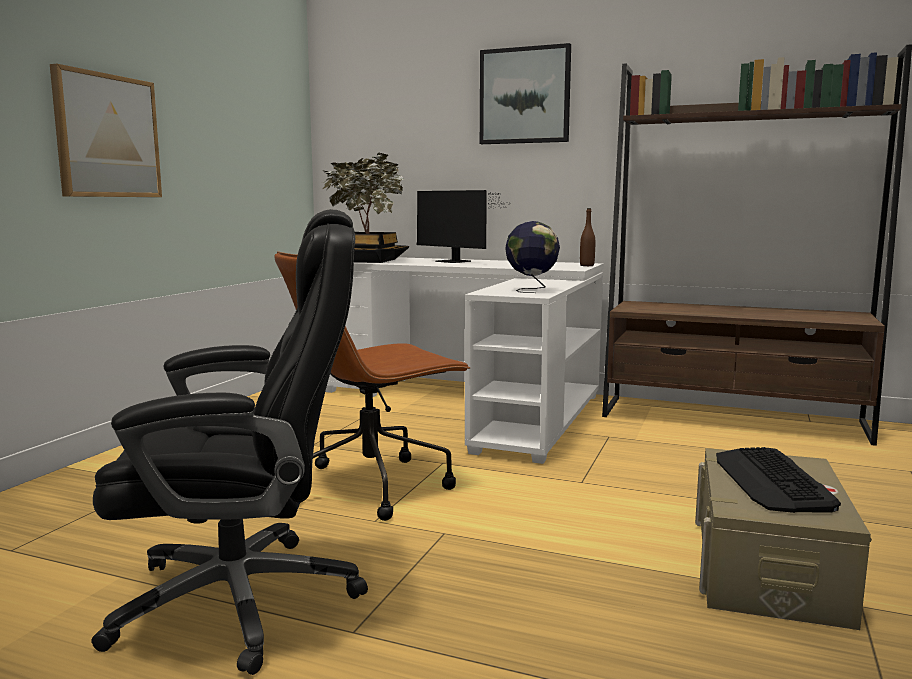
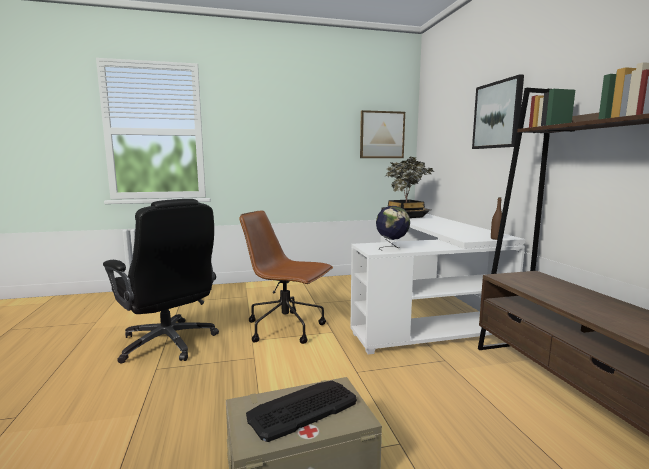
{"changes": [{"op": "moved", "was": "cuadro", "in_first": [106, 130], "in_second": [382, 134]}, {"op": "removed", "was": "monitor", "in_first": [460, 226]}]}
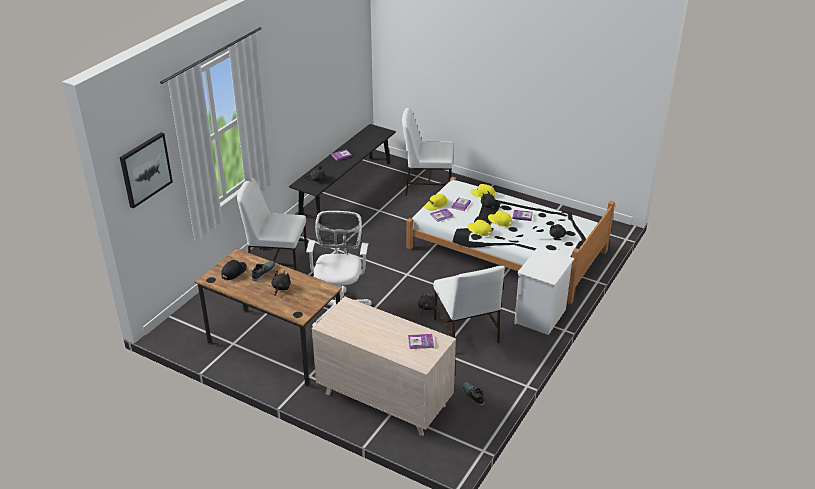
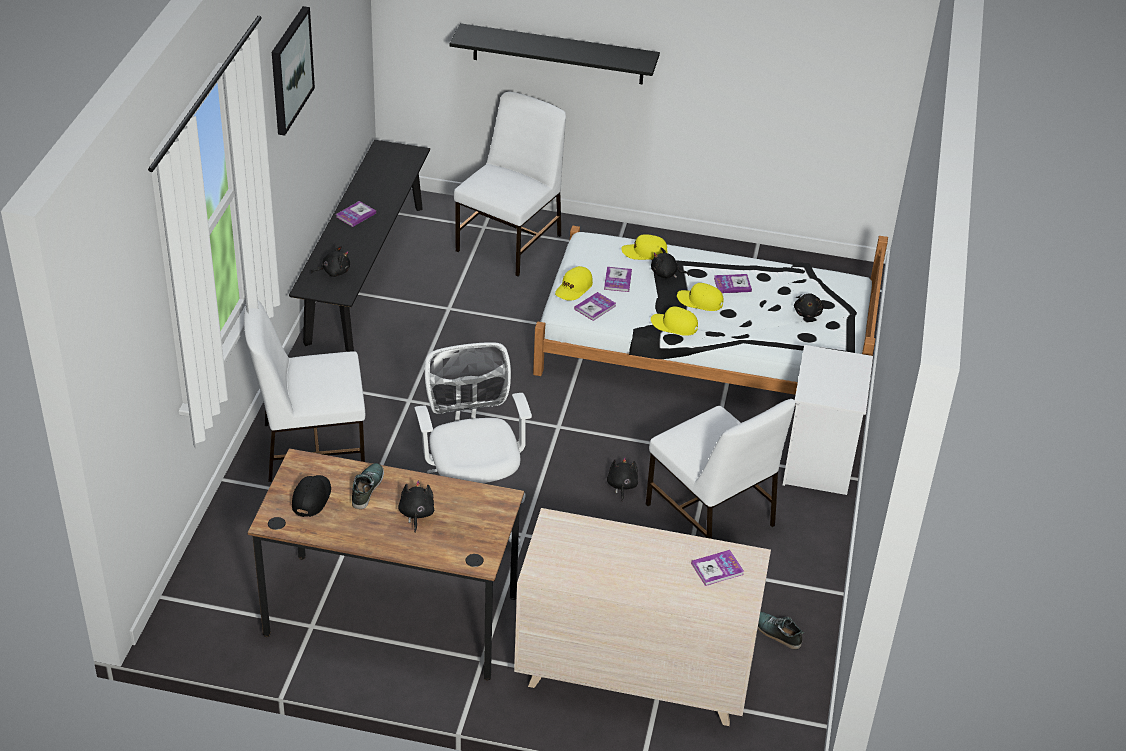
{"changes": [{"op": "moved", "was": "cuadro", "in_first": [146, 170], "in_second": [293, 71]}, {"op": "added", "now": "estante (negro)", "in_second": [555, 53]}, {"op": "turned", "was": "silla (blanco)", "in_first": [428, 151], "in_second": [510, 183], "clockwise": 135}]}
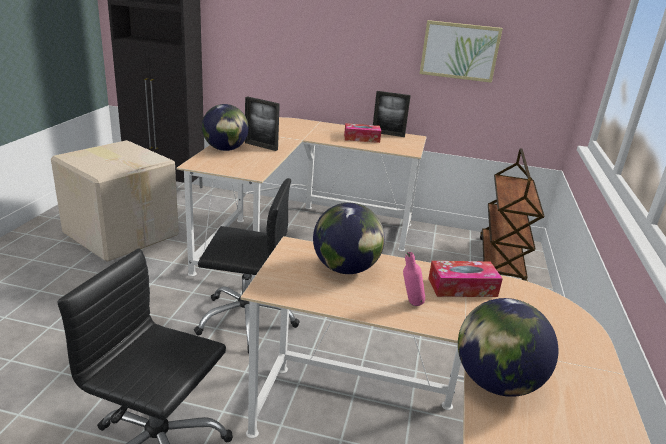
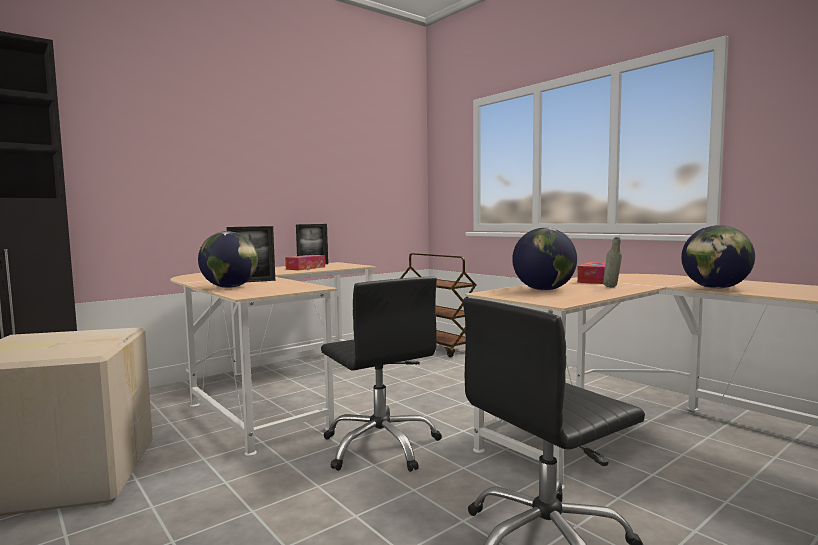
{"changes": [{"op": "turned", "was": "silla de oficina (negro)", "in_first": [246, 266], "in_second": [381, 374], "clockwise": 105}, {"op": "recoloured", "was": "botella (rosa)", "now": "botella (gris)", "in_first": [414, 279], "in_second": [612, 262]}, {"op": "removed", "was": "cuadro", "in_first": [461, 51]}]}
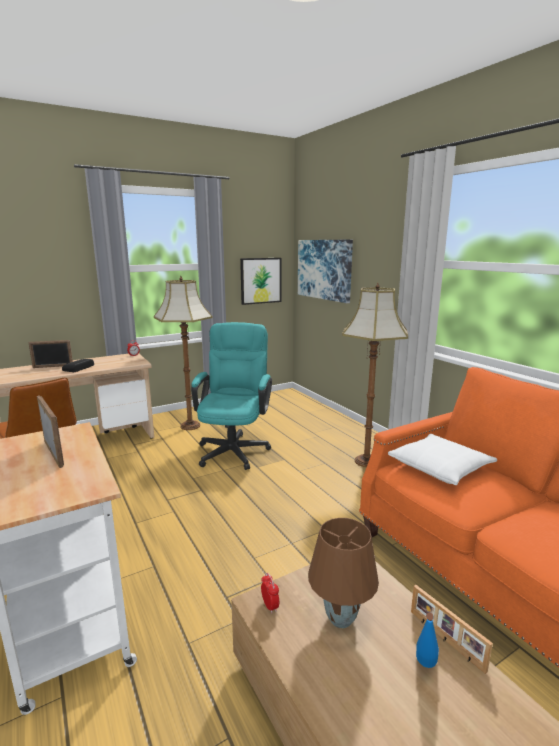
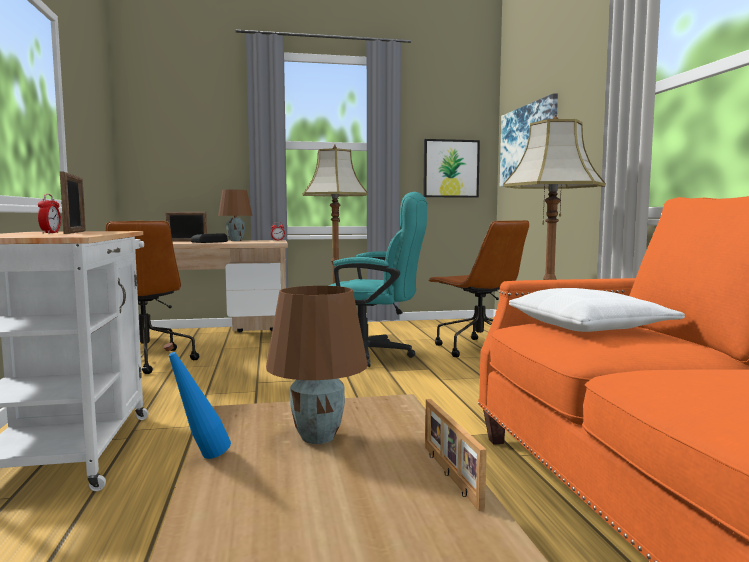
{"changes": [{"op": "moved", "was": "despertador", "in_first": [270, 593], "in_second": [49, 214]}, {"op": "moved", "was": "botella (azul)", "in_first": [427, 640], "in_second": [197, 401]}, {"op": "added", "now": "lámpara de mesa (marrón)", "in_second": [235, 215]}, {"op": "turned", "was": "silla de oficina (turquesa)", "in_first": [231, 396], "in_second": [378, 279], "clockwise": 75}, {"op": "added", "now": "silla de oficina (marrón)", "in_second": [478, 288]}]}
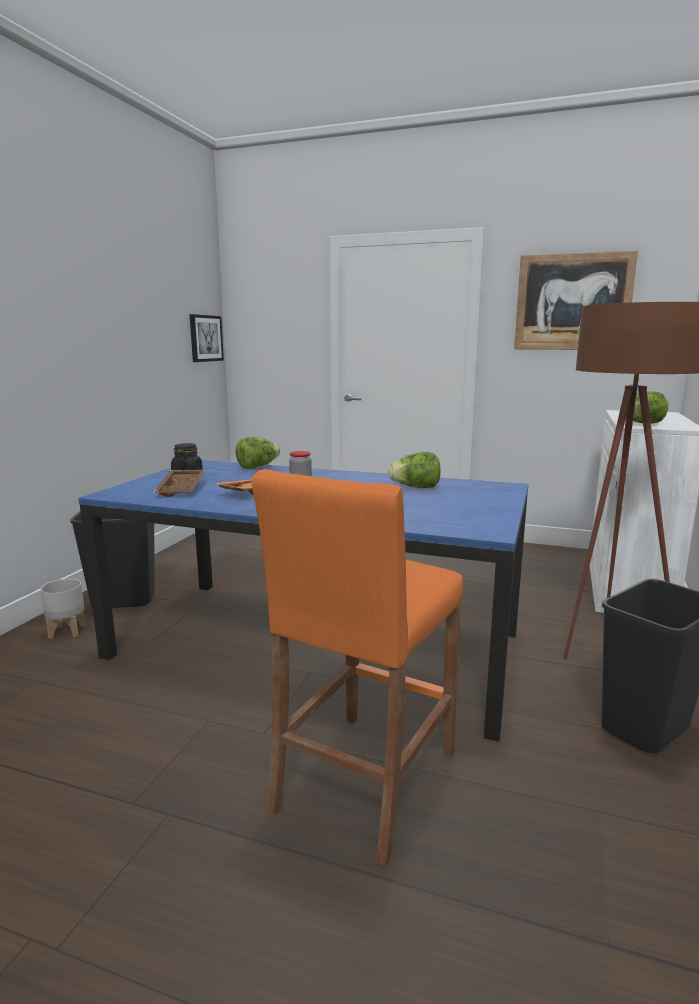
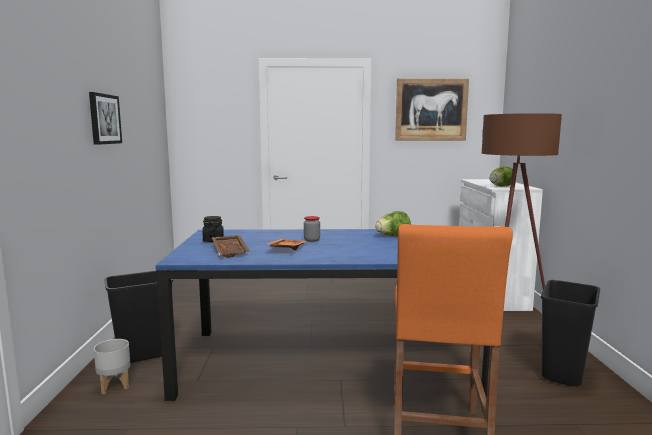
{"changes": [{"op": "moved", "was": "cuadro", "in_first": [207, 338], "in_second": [105, 118]}, {"op": "removed", "was": "lechuga", "in_first": [258, 453]}]}
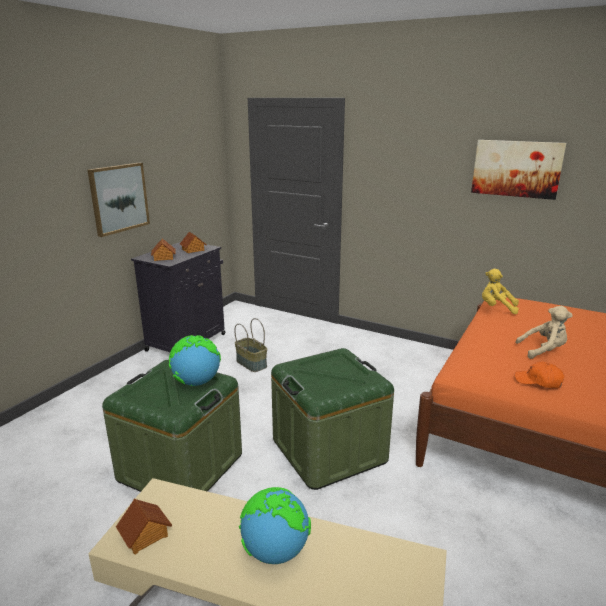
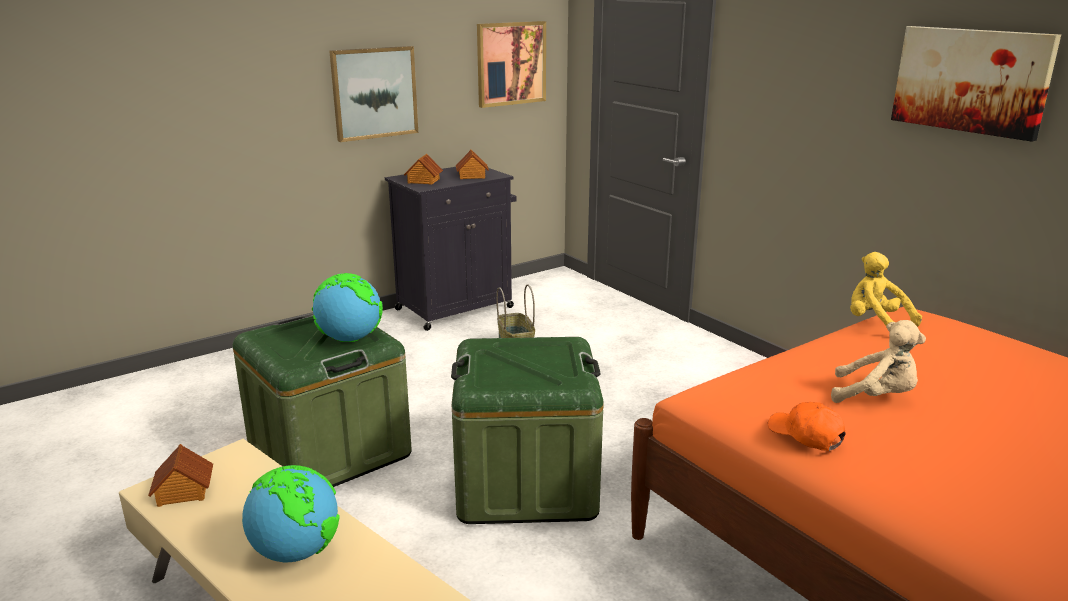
{"changes": [{"op": "added", "now": "cuadro", "in_second": [511, 64]}]}
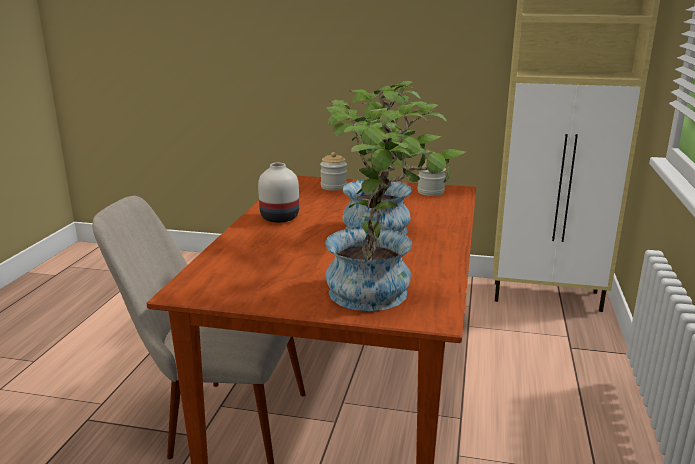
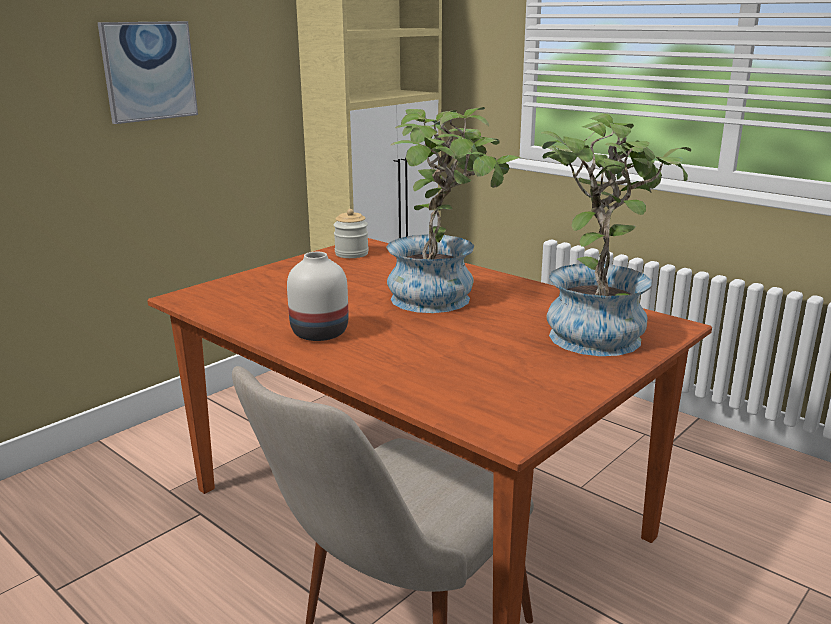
{"changes": [{"op": "added", "now": "cuadro", "in_second": [147, 72]}, {"op": "removed", "was": "tarro", "in_first": [333, 171]}]}
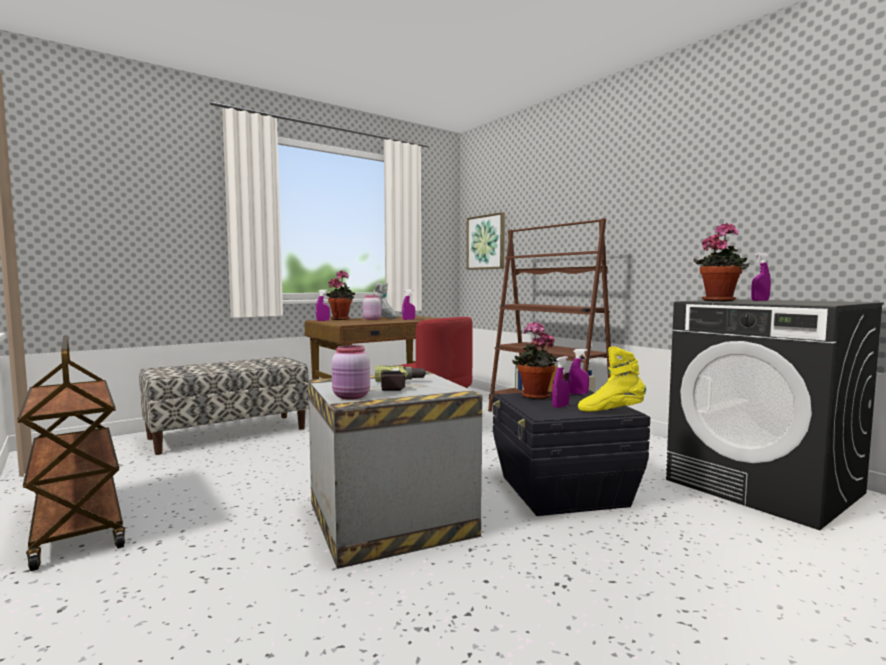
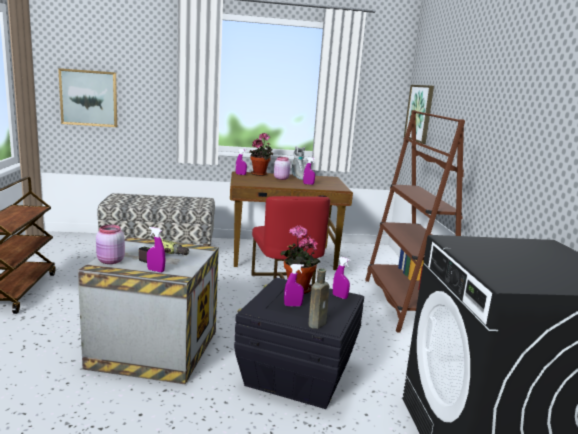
{"changes": [{"op": "added", "now": "cuadro", "in_second": [87, 97]}, {"op": "moved", "was": "pulverizador (morado)", "in_first": [761, 277], "in_second": [156, 249]}, {"op": "replaced", "was": "bota (amarillo)", "now": "botella (marrón)", "in_first": [612, 379], "in_second": [319, 298]}, {"op": "removed", "was": "planta en maceta", "in_first": [721, 261]}]}
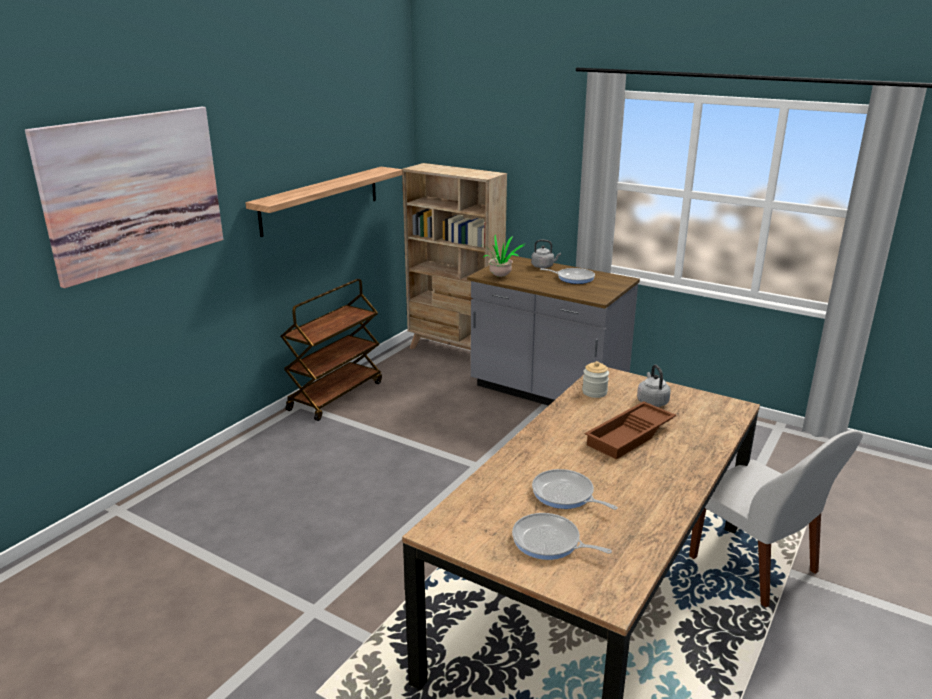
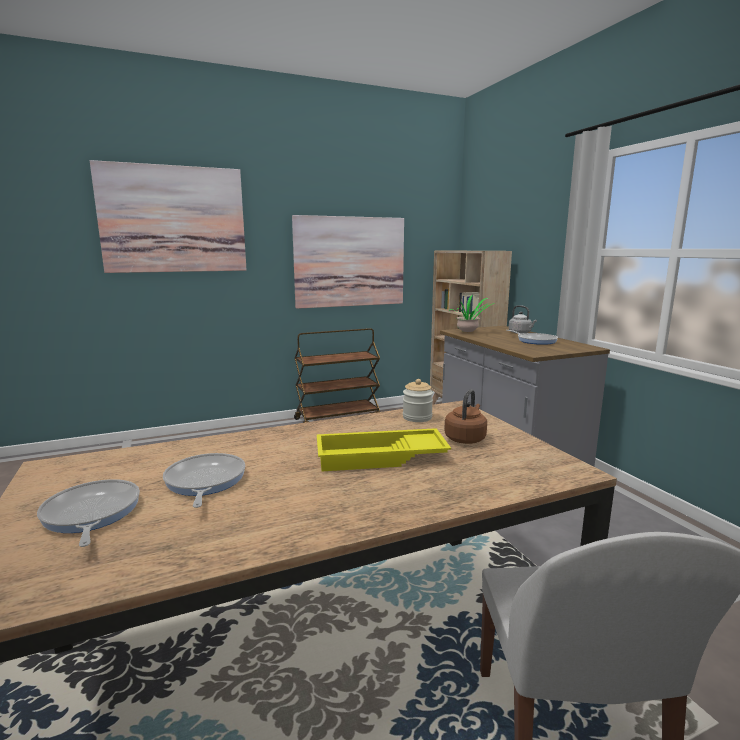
{"changes": [{"op": "replaced", "was": "estante", "now": "cuadro", "in_first": [324, 202], "in_second": [348, 262]}, {"op": "recoloured", "was": "bandeja (marrón)", "now": "bandeja (amarillo)", "in_first": [630, 430], "in_second": [384, 449]}, {"op": "recoloured", "was": "hervidor (gris)", "now": "hervidor (marrón)", "in_first": [654, 386], "in_second": [465, 416]}]}
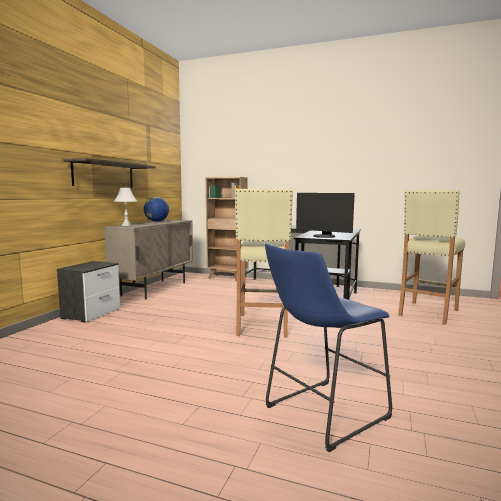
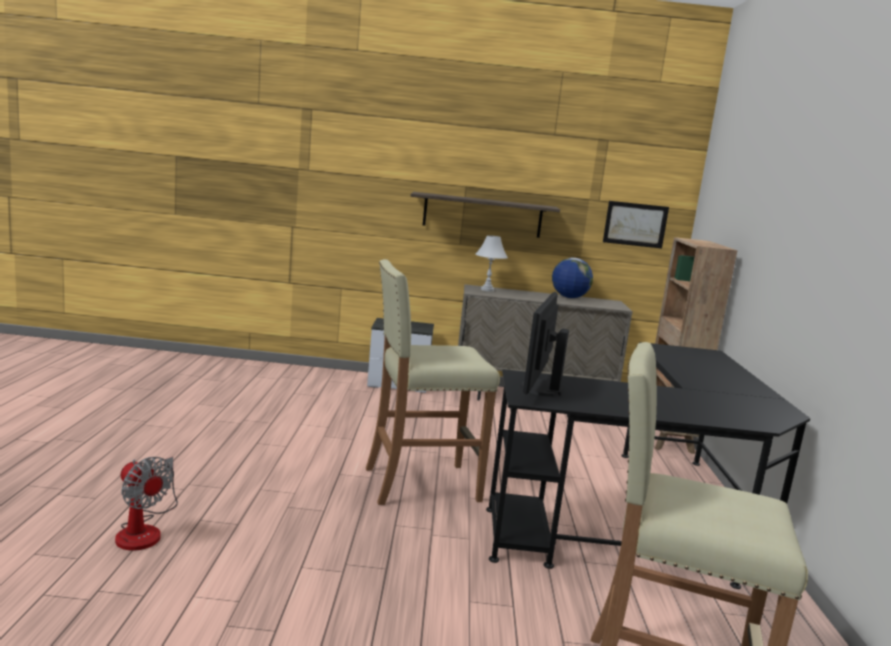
{"changes": [{"op": "replaced", "was": "taburete (azul)", "now": "ventilador", "in_first": [328, 348], "in_second": [146, 504]}, {"op": "added", "now": "cuadro", "in_second": [636, 224]}]}
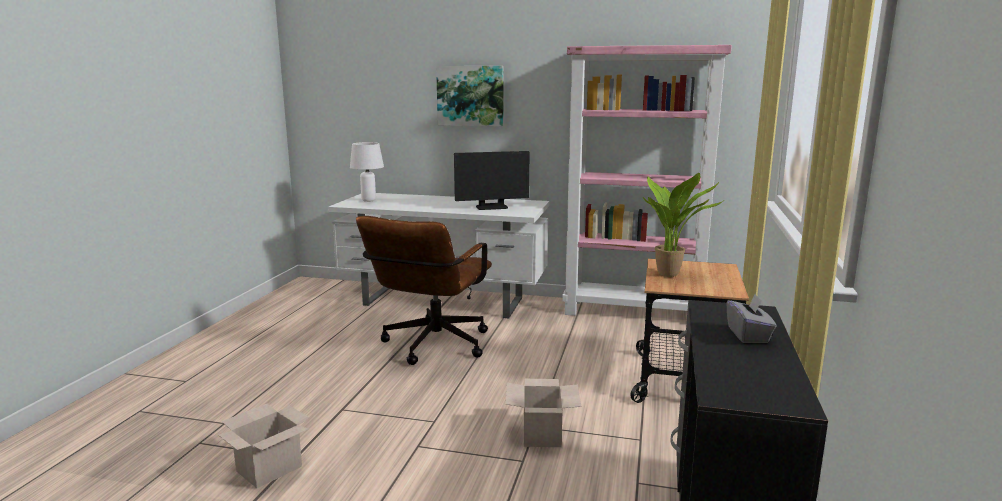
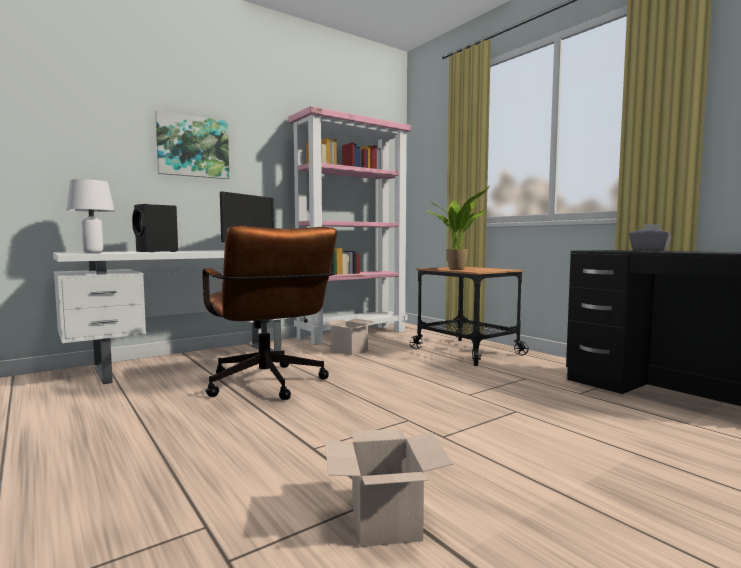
{"changes": [{"op": "added", "now": "altavoz (negro)", "in_second": [155, 228]}, {"op": "moved", "was": "caja de cartón", "in_first": [543, 413], "in_second": [351, 337]}]}
